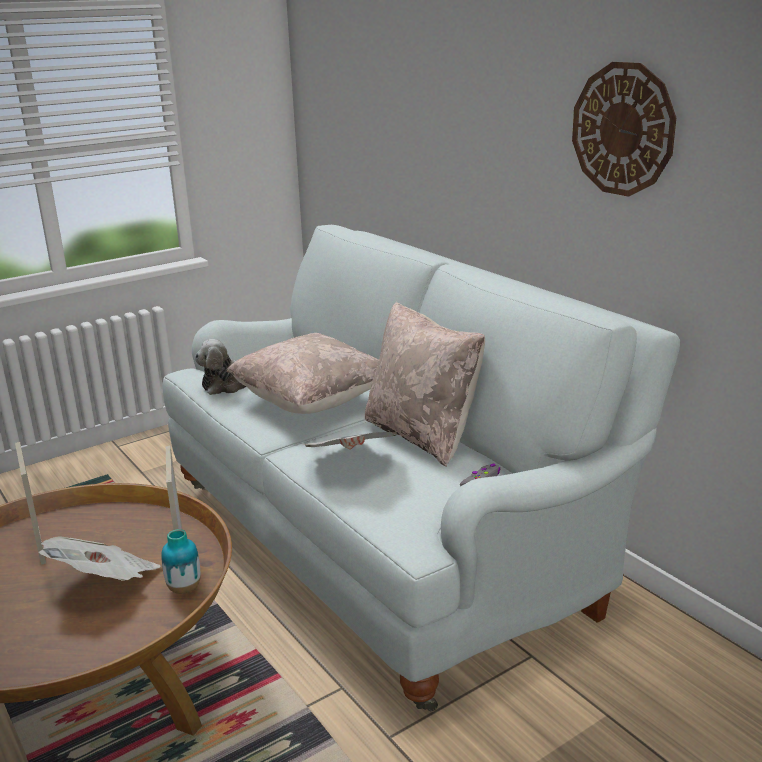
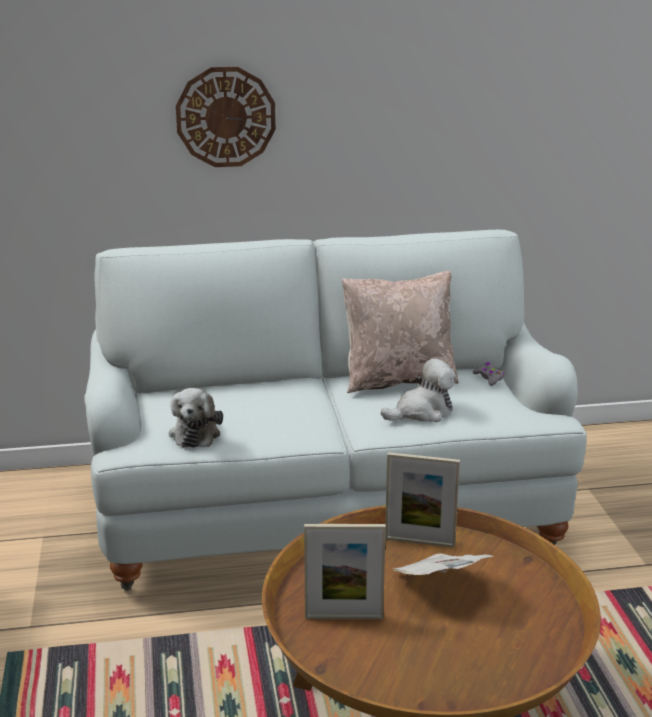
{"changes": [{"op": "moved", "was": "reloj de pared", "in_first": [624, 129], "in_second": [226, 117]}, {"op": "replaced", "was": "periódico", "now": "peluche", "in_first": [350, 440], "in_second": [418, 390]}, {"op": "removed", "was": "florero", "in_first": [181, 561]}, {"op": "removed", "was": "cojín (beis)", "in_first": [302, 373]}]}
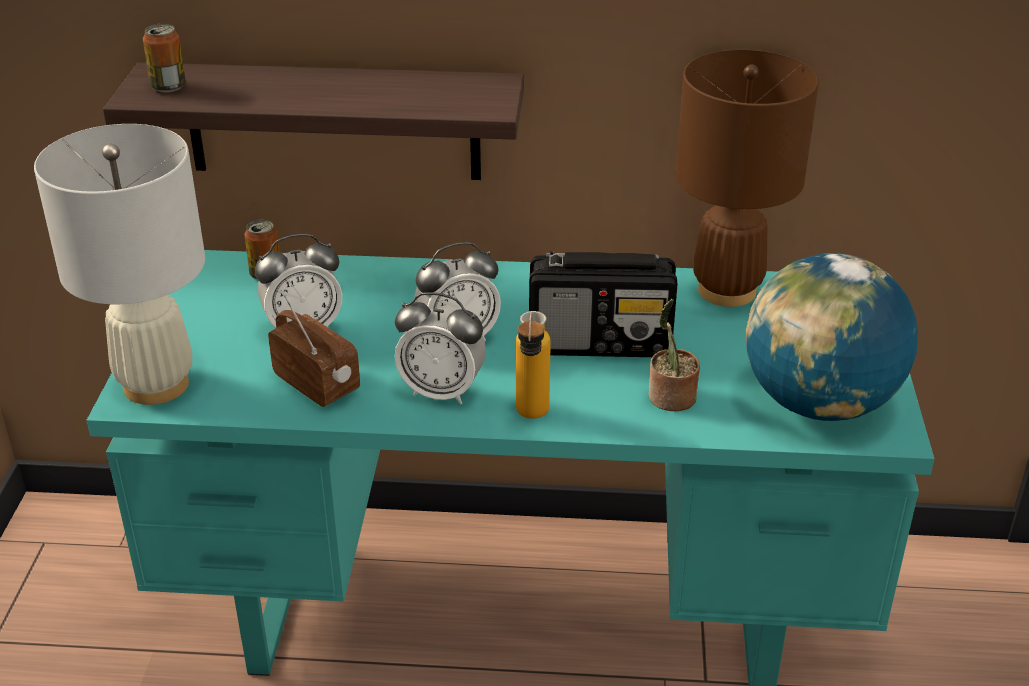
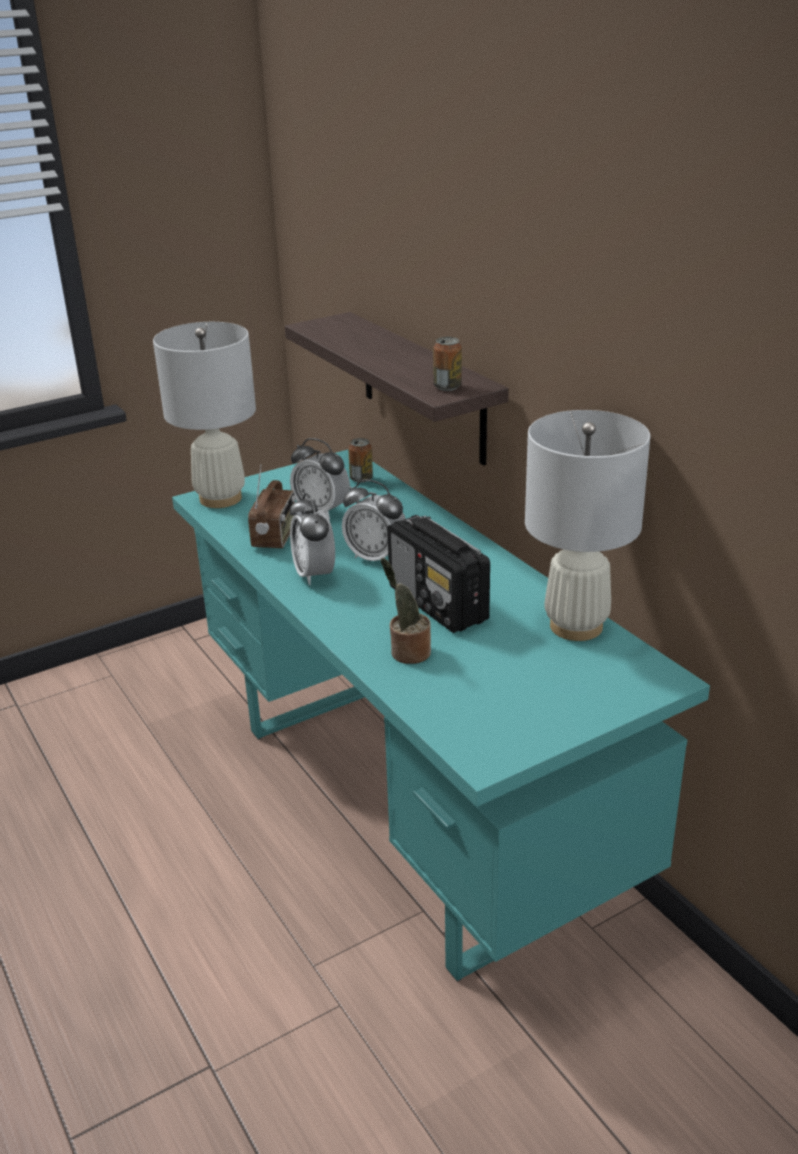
{"changes": [{"op": "moved", "was": "lata", "in_first": [164, 58], "in_second": [447, 364]}, {"op": "recoloured", "was": "lámpara de mesa (marrón)", "now": "lámpara de mesa (blanco)", "in_first": [747, 178], "in_second": [587, 525]}, {"op": "removed", "was": "botella", "in_first": [533, 365]}, {"op": "removed", "was": "globo terráqueo", "in_first": [832, 337]}]}
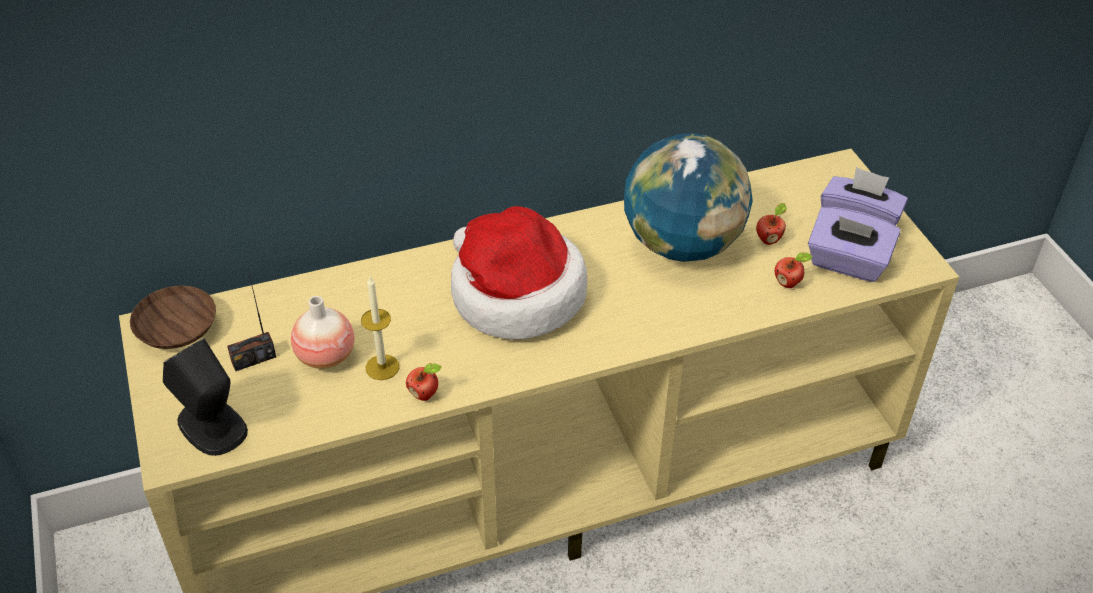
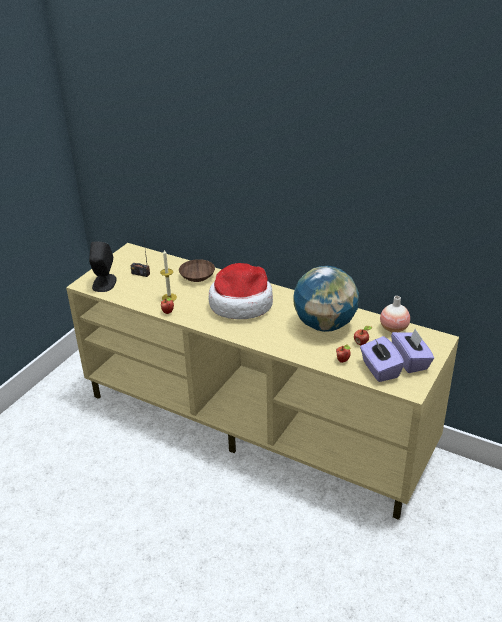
{"changes": [{"op": "moved", "was": "cuenco (marrón)", "in_first": [173, 317], "in_second": [197, 270]}, {"op": "moved", "was": "florero", "in_first": [323, 332], "in_second": [395, 314]}]}
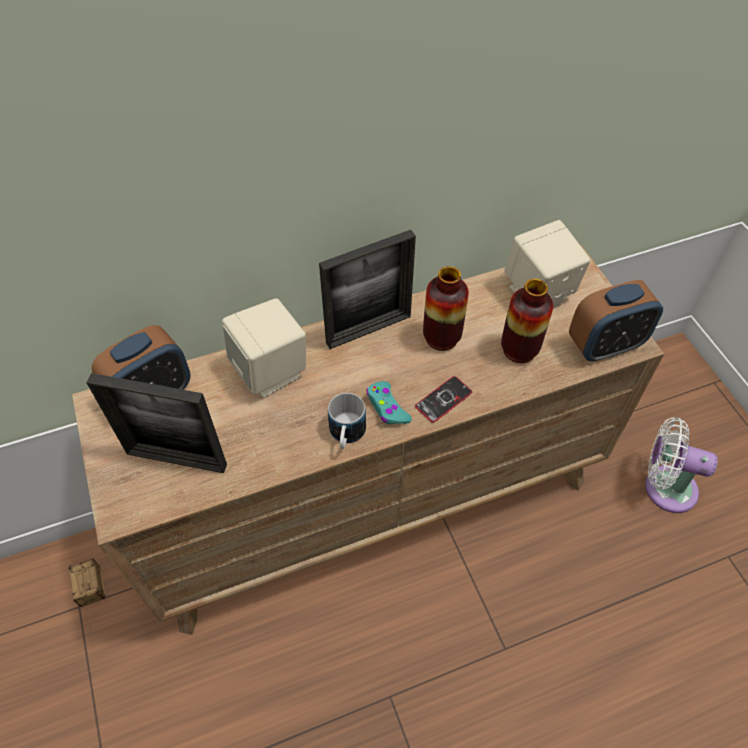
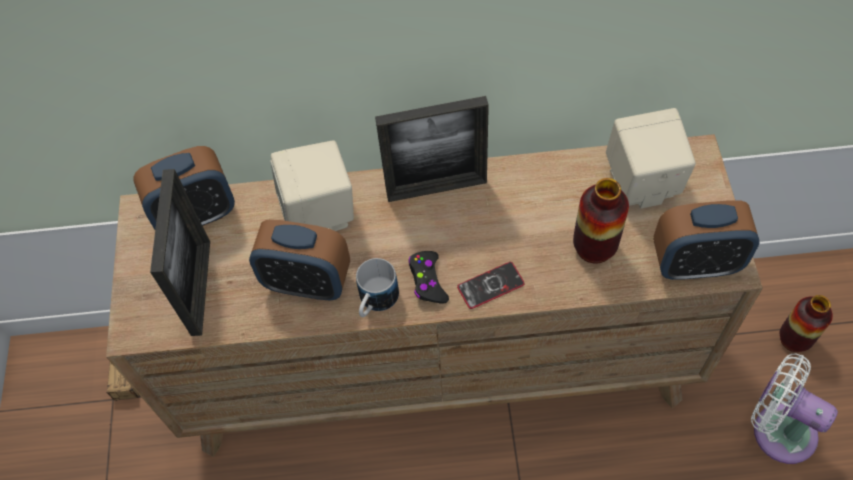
{"changes": [{"op": "turned", "was": "portarretratos", "in_first": [156, 423], "in_second": [180, 252], "clockwise": -120}, {"op": "added", "now": "despertador", "in_second": [299, 260]}, {"op": "recoloured", "was": "mando de consola (turquesa)", "now": "mando de consola (negro)", "in_first": [389, 402], "in_second": [428, 277]}, {"op": "moved", "was": "florero", "in_first": [446, 308], "in_second": [806, 323]}]}
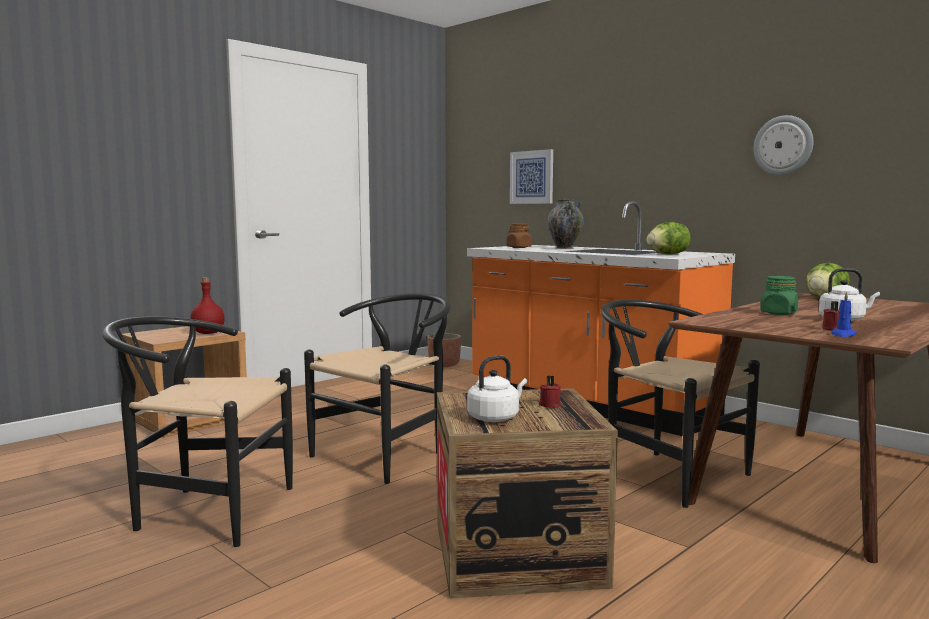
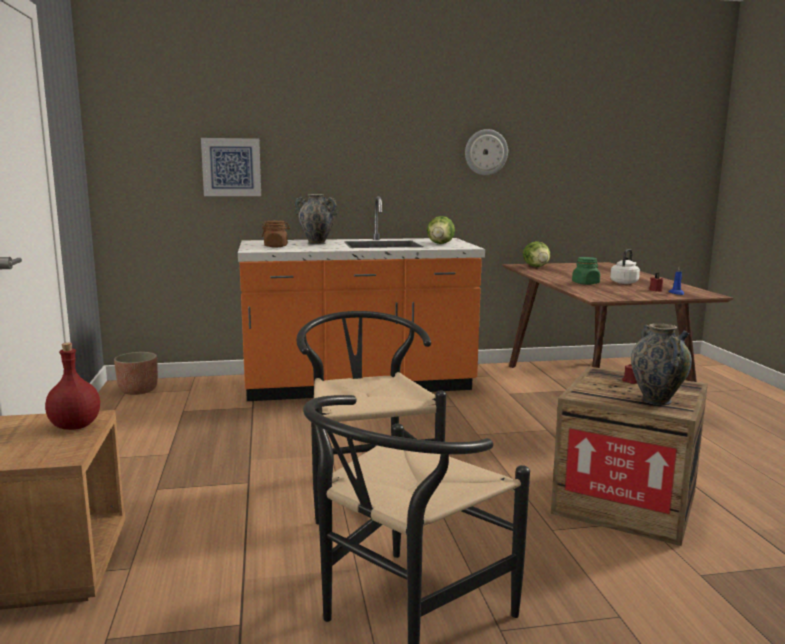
{"changes": [{"op": "replaced", "was": "hervidor (blanco)", "now": "florero", "in_first": [497, 389], "in_second": [661, 364]}, {"op": "removed", "was": "silla (negro)", "in_first": [680, 404]}]}
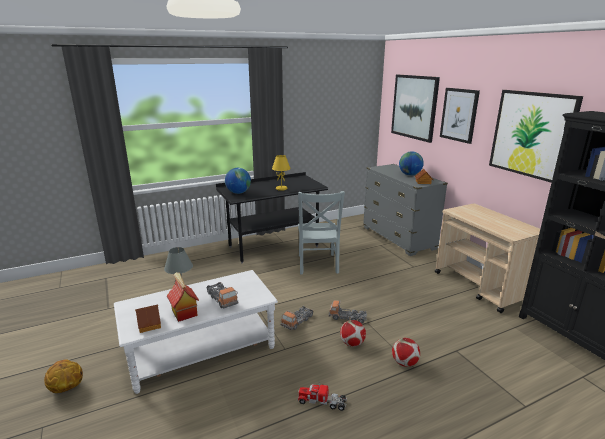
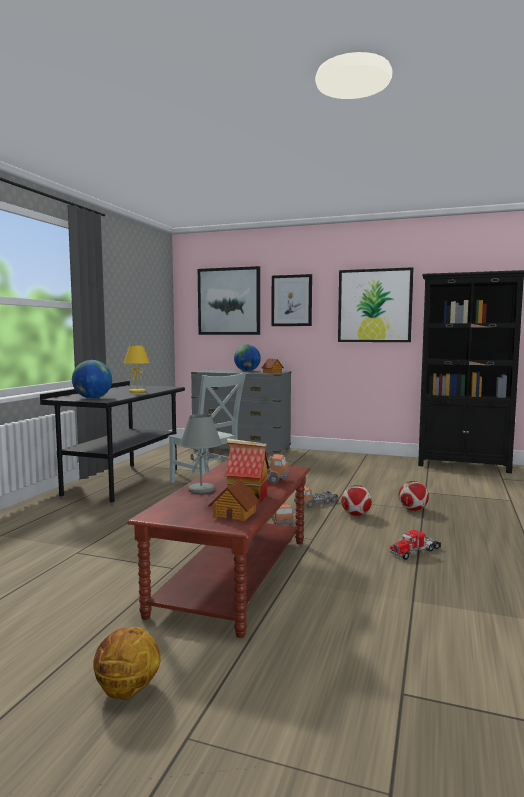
{"changes": [{"op": "recoloured", "was": "mesa de centro (blanco)", "now": "mesa de centro (marrón)", "in_first": [196, 332], "in_second": [218, 549]}, {"op": "removed", "was": "carrito (beis)", "in_first": [487, 258]}]}
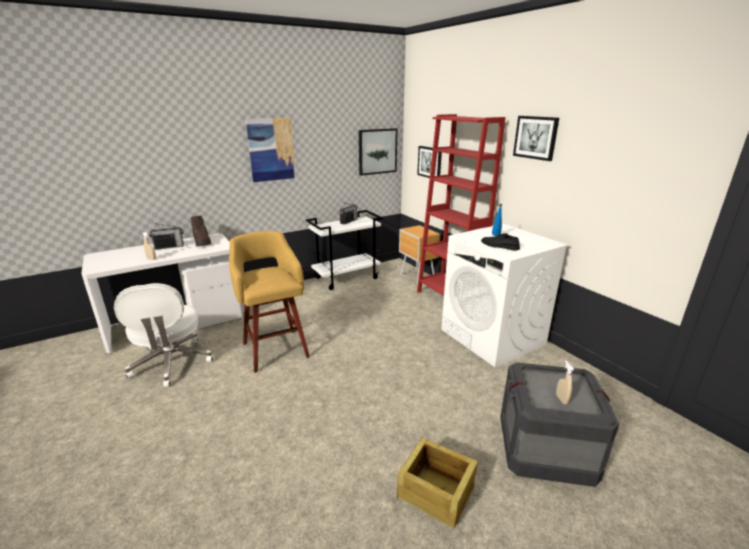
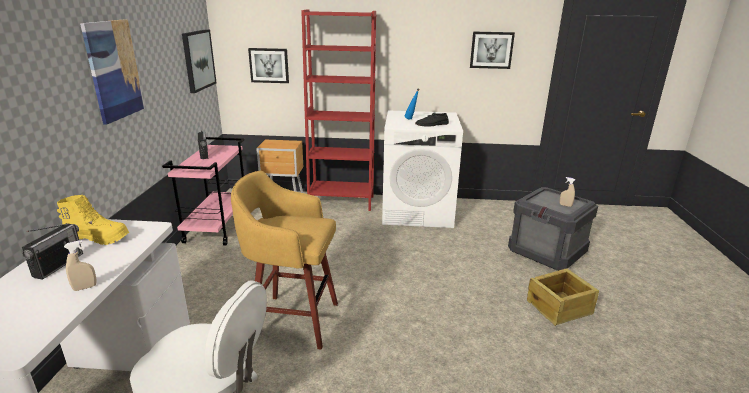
{"changes": [{"op": "recoloured", "was": "bota (marrón)", "now": "bota (amarillo)", "in_first": [201, 231], "in_second": [93, 220]}, {"op": "recoloured", "was": "carrito (blanco)", "now": "carrito (rosa)", "in_first": [345, 250], "in_second": [203, 191]}, {"op": "moved", "was": "cuadro", "in_first": [536, 138], "in_second": [492, 50]}]}
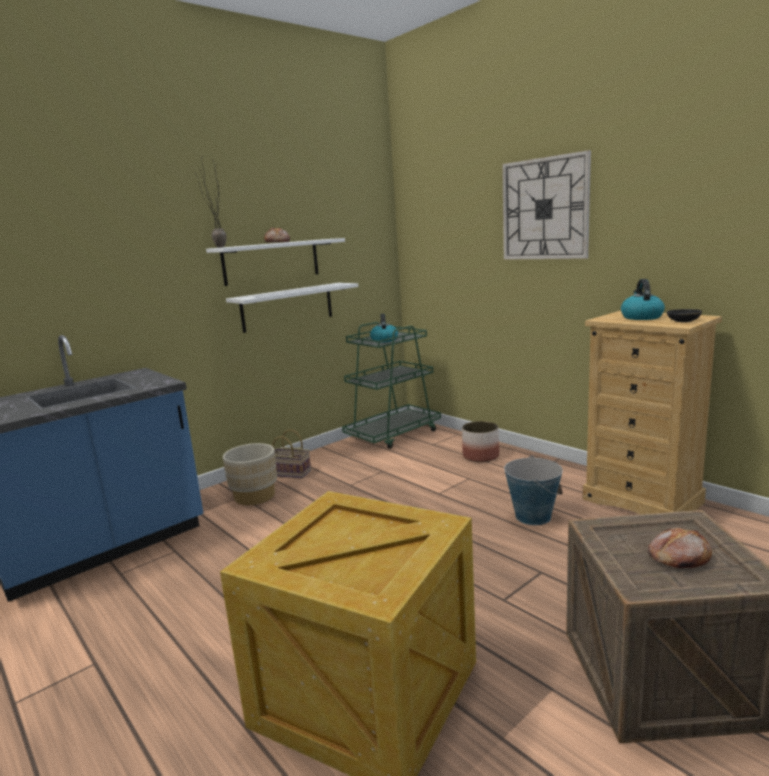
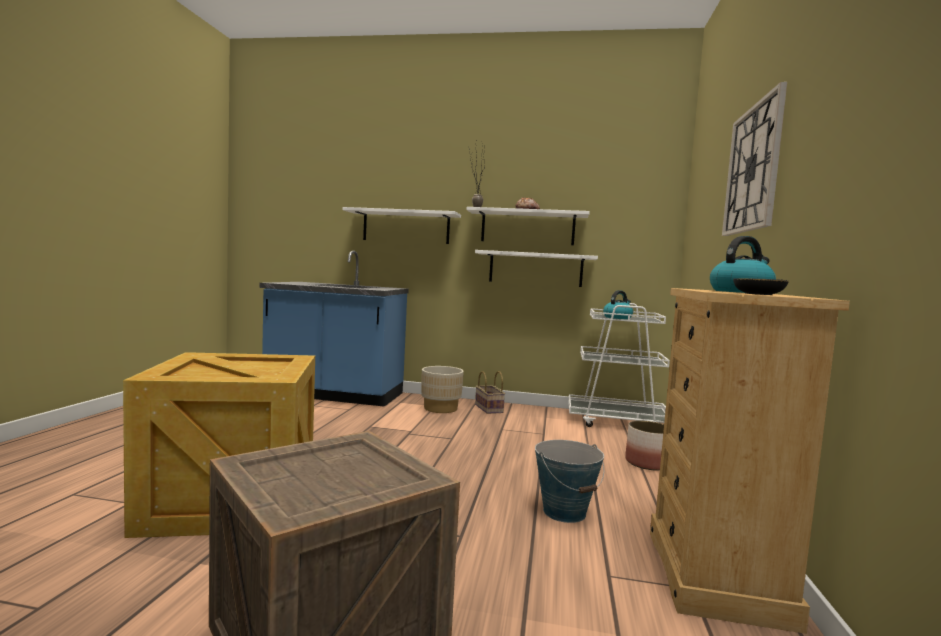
{"changes": [{"op": "added", "now": "estante (blanco)", "in_second": [401, 225]}, {"op": "recoloured", "was": "carrito (verde)", "now": "carrito (blanco)", "in_first": [391, 385], "in_second": [619, 365]}, {"op": "removed", "was": "pan", "in_first": [680, 548]}]}
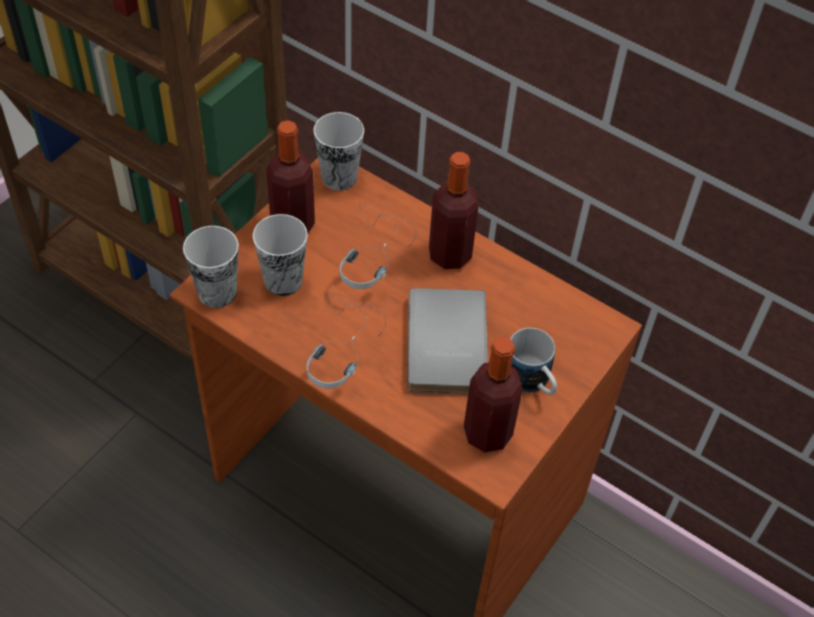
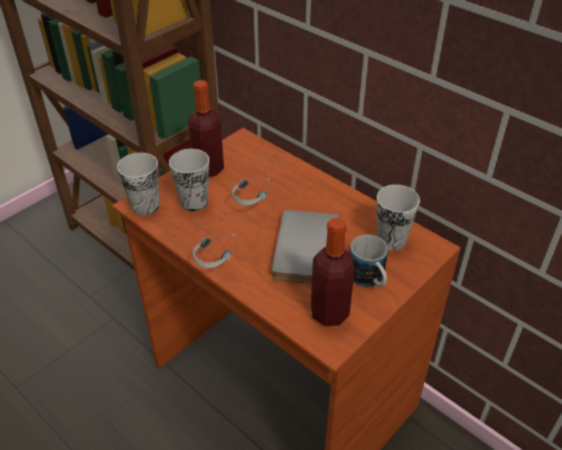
{"changes": [{"op": "moved", "was": "taza", "in_first": [339, 151], "in_second": [398, 217]}, {"op": "removed", "was": "botella", "in_first": [453, 210]}]}
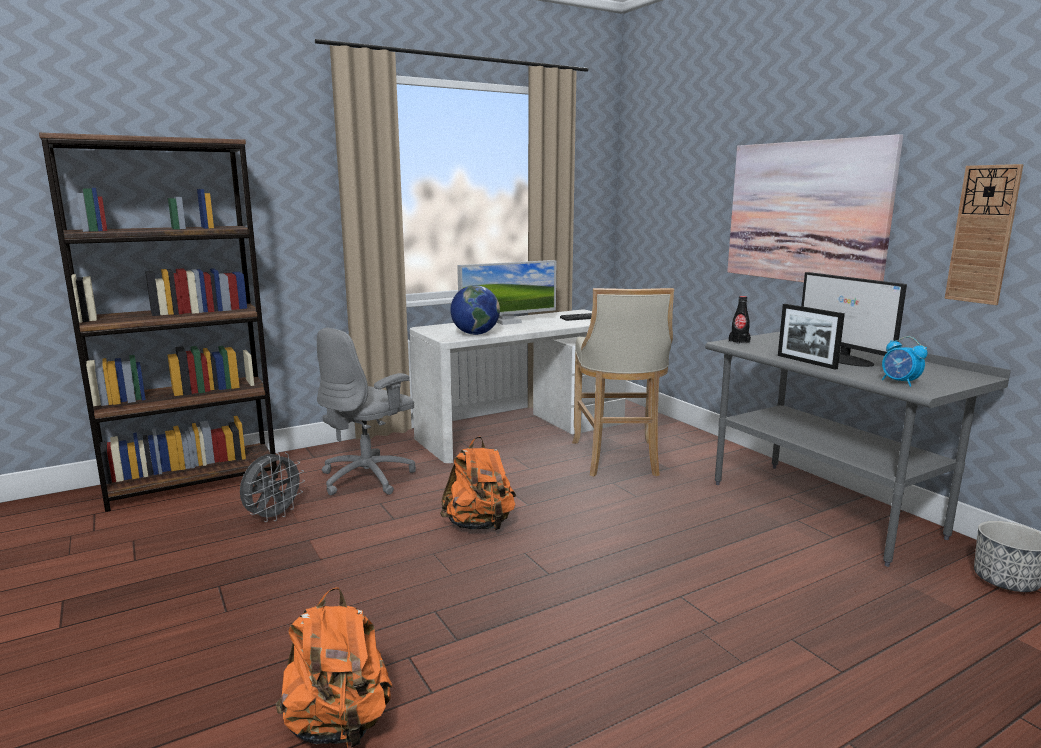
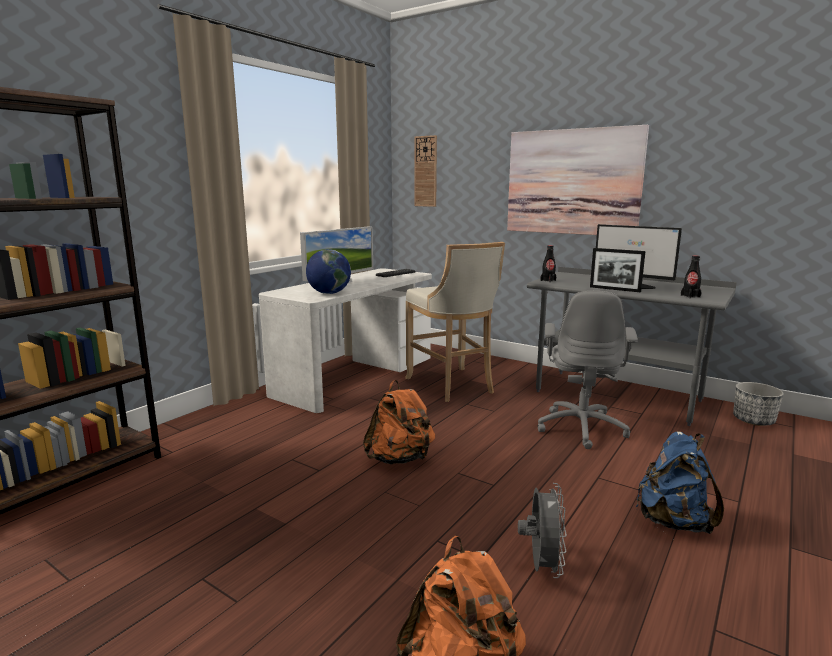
{"changes": [{"op": "moved", "was": "reloj de pared", "in_first": [984, 234], "in_second": [425, 171]}, {"op": "moved", "was": "ventilador (gris)", "in_first": [272, 487], "in_second": [542, 530]}, {"op": "moved", "was": "silla de oficina (gris)", "in_first": [366, 411], "in_second": [588, 370]}, {"op": "added", "now": "mochila (azul)", "in_second": [680, 482]}, {"op": "replaced", "was": "despertador", "now": "botella (negro)", "in_first": [905, 361], "in_second": [691, 276]}]}
